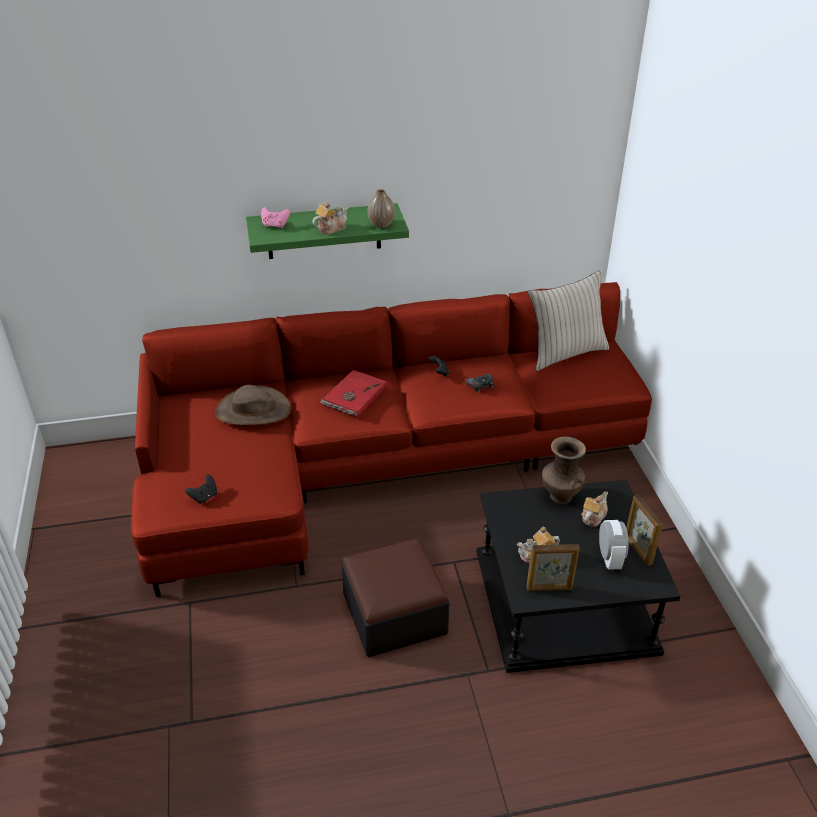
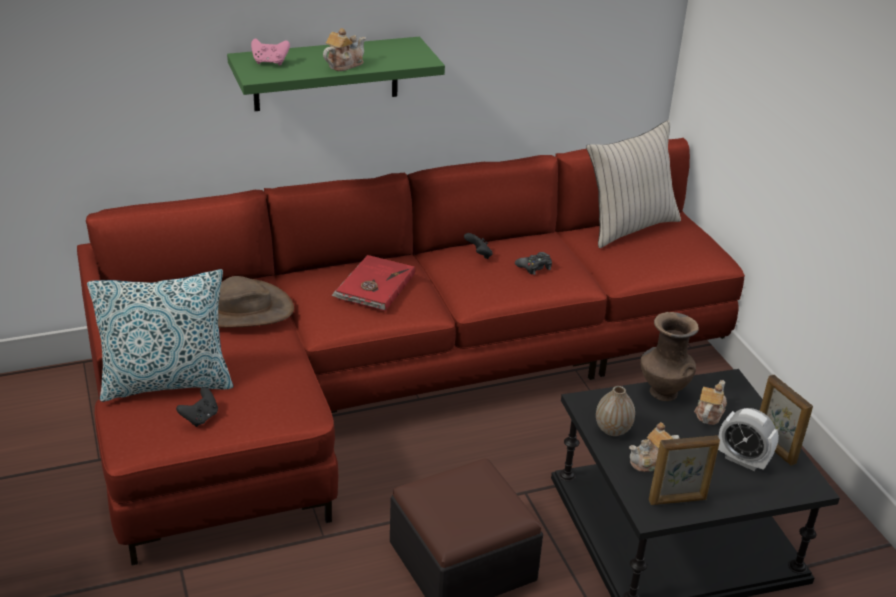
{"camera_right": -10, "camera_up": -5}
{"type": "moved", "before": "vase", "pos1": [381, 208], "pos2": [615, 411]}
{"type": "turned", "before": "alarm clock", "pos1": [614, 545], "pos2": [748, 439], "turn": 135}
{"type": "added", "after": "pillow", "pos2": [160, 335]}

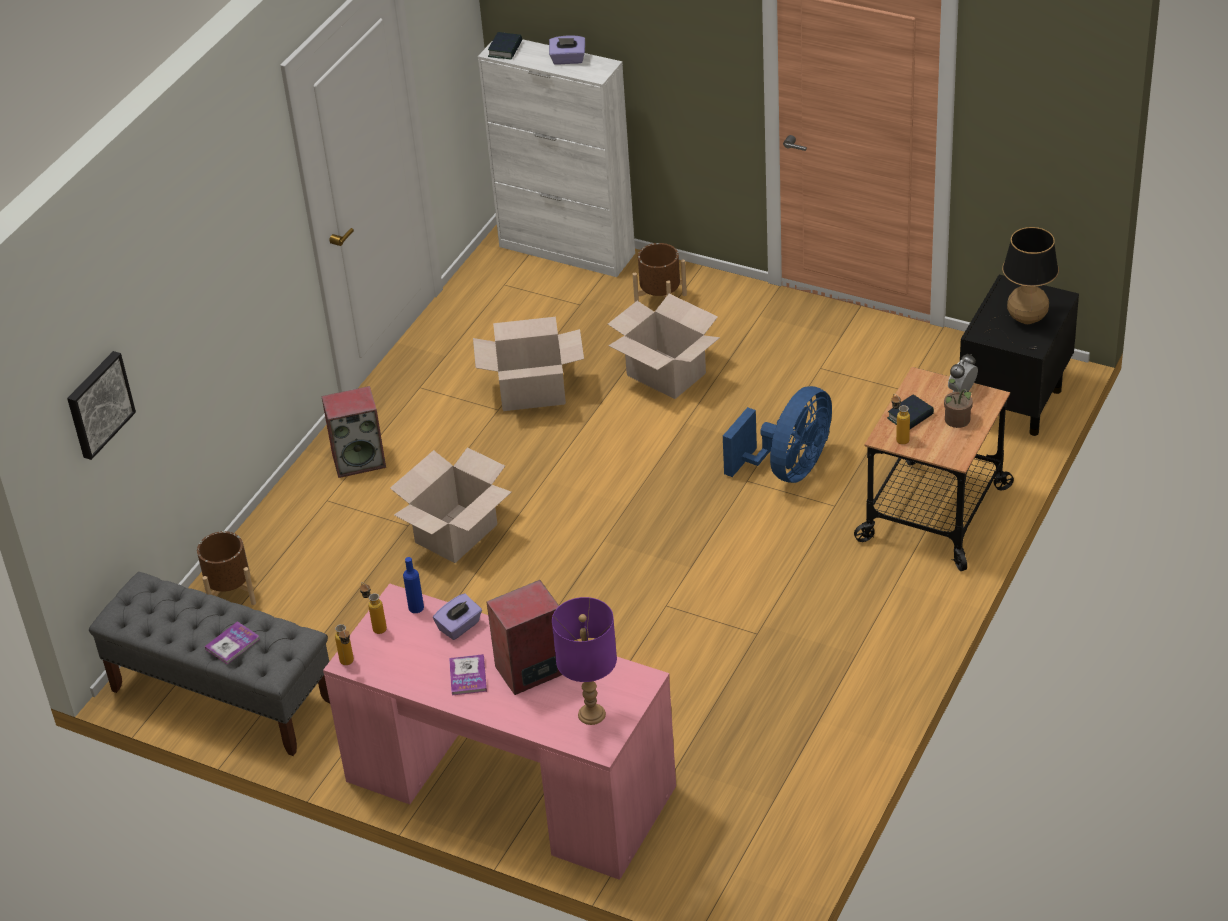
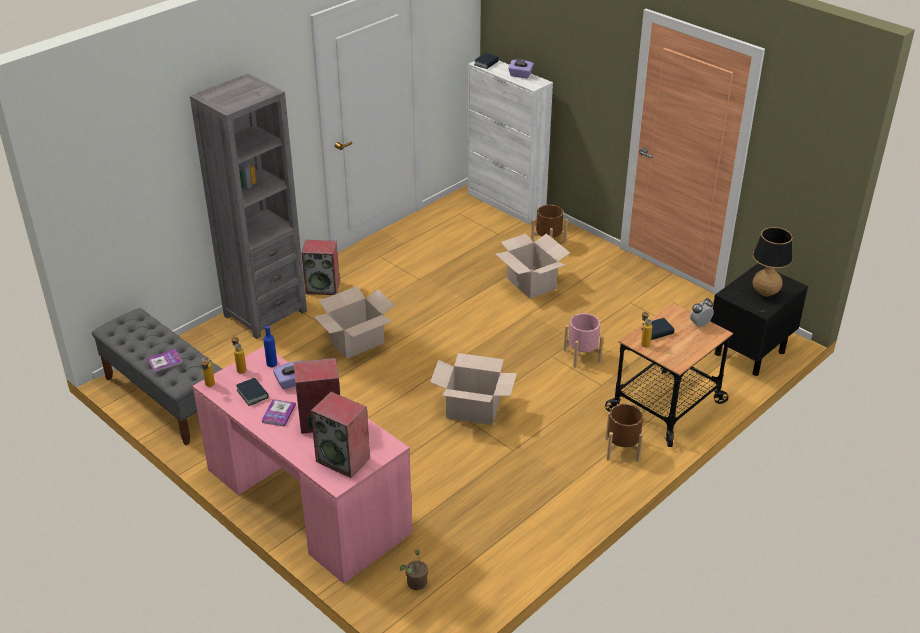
{"camera_right": 15, "camera_up": -5}
{"type": "removed", "before": "picture", "pos1": [101, 405]}
{"type": "moved", "before": "brown planter", "pos1": [226, 568], "pos2": [624, 433]}
{"type": "moved", "before": "cardboard box", "pos1": [528, 364], "pos2": [473, 389]}
{"type": "replaced", "before": "purple table lamp", "after": "speaker", "pos1": [584, 661], "pos2": [340, 435]}
{"type": "replaced", "before": "blue fan", "after": "pink planter", "pos1": [777, 434], "pos2": [584, 340]}
{"type": "moved", "before": "potted plant", "pos1": [958, 403], "pos2": [414, 570]}
{"type": "added", "after": "grey bookcase", "pos2": [248, 206]}
{"type": "added", "after": "book", "pos2": [252, 392]}

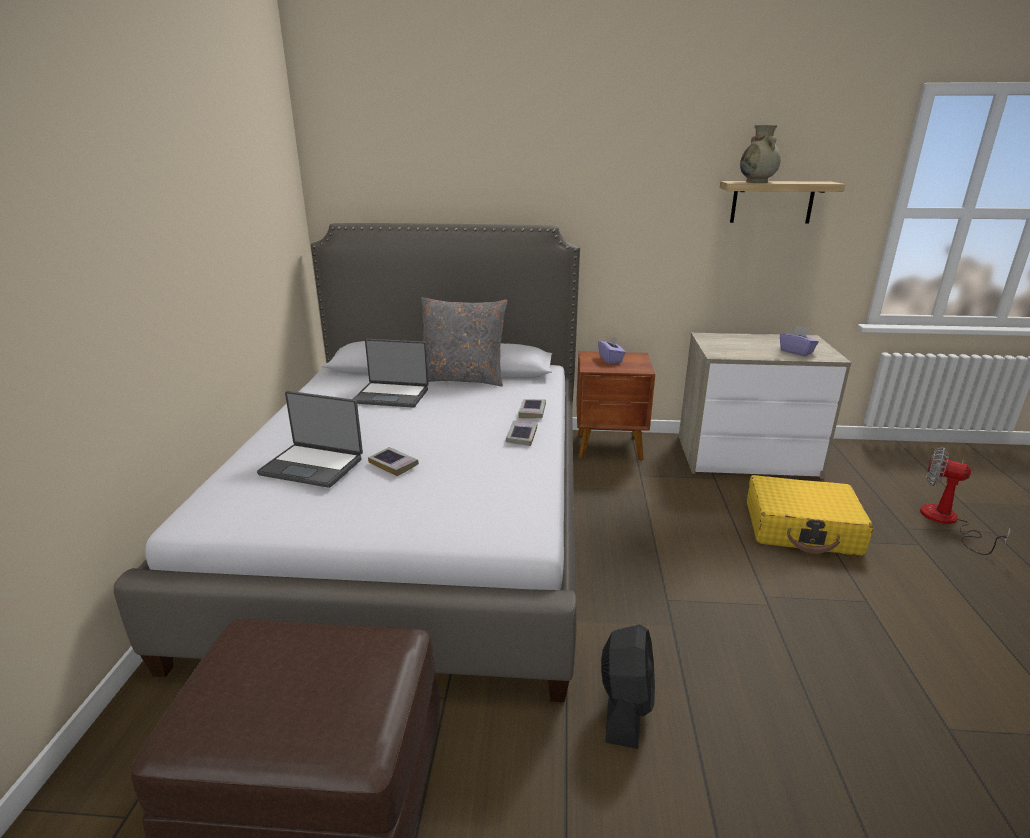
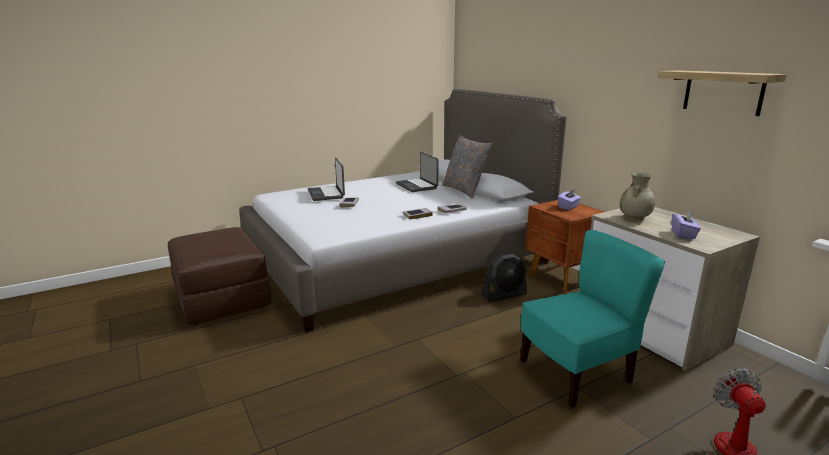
{"camera_right": 55, "camera_up": -5}
{"type": "moved", "before": "black fan", "pos1": [628, 686], "pos2": [504, 278]}
{"type": "moved", "before": "beige vase", "pos1": [760, 154], "pos2": [637, 197]}
{"type": "replaced", "before": "yellow suitcase", "after": "turquoise chair", "pos1": [810, 515], "pos2": [593, 319]}

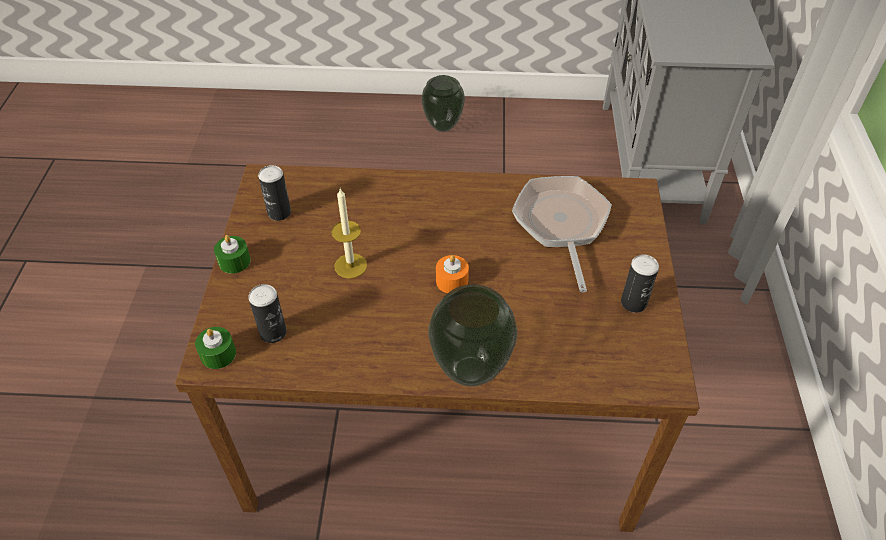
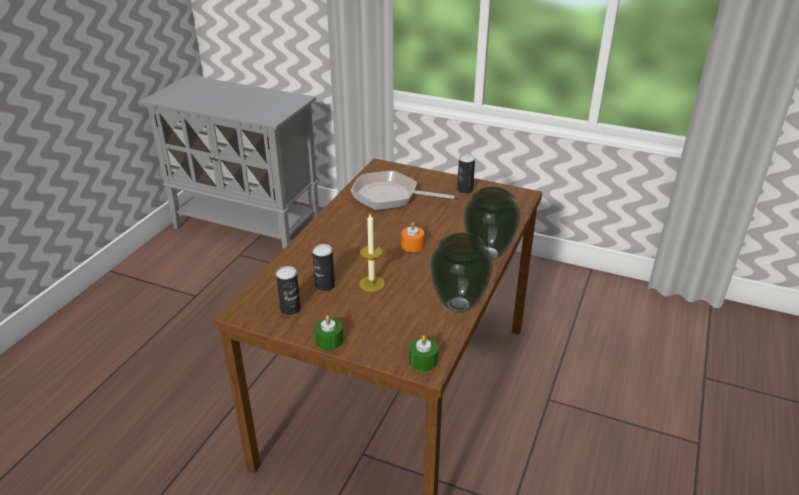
{"camera_right": -70, "camera_up": -15}
{"type": "moved", "before": "can", "pos1": [267, 313], "pos2": [323, 268]}
{"type": "moved", "before": "vase", "pos1": [443, 103], "pos2": [461, 273]}

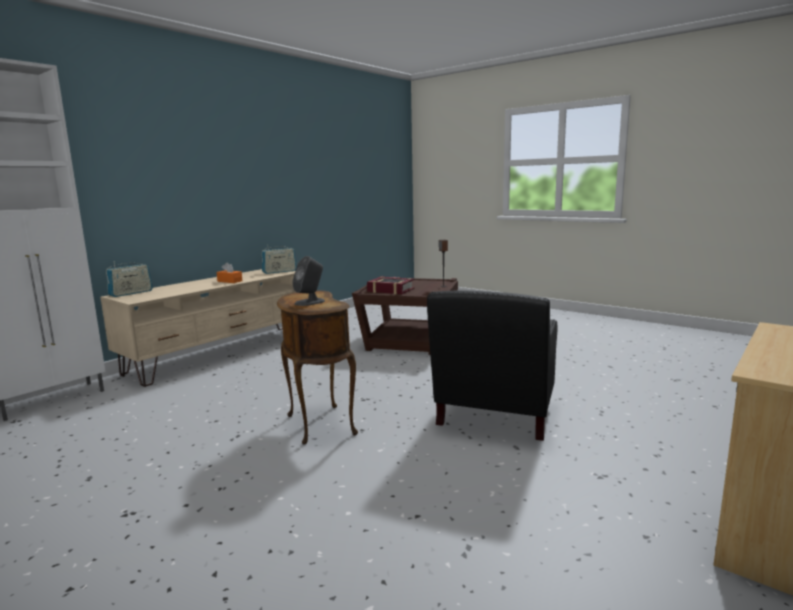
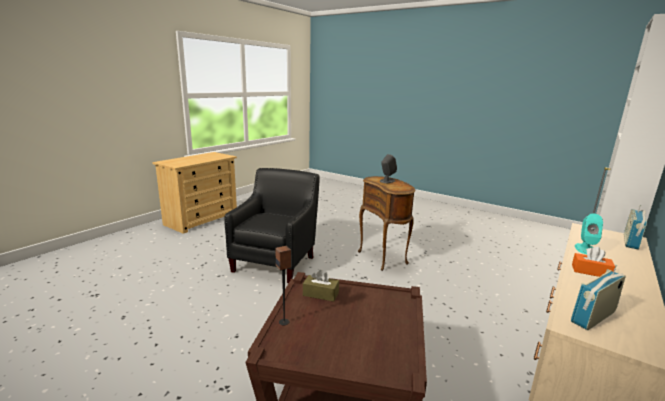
{"camera_right": 175, "camera_up": 5}
{"type": "removed", "before": "book", "pos1": [391, 285]}
{"type": "added", "after": "brown tissue box", "pos2": [321, 286]}
{"type": "added", "after": "turquoise speaker", "pos2": [589, 233]}

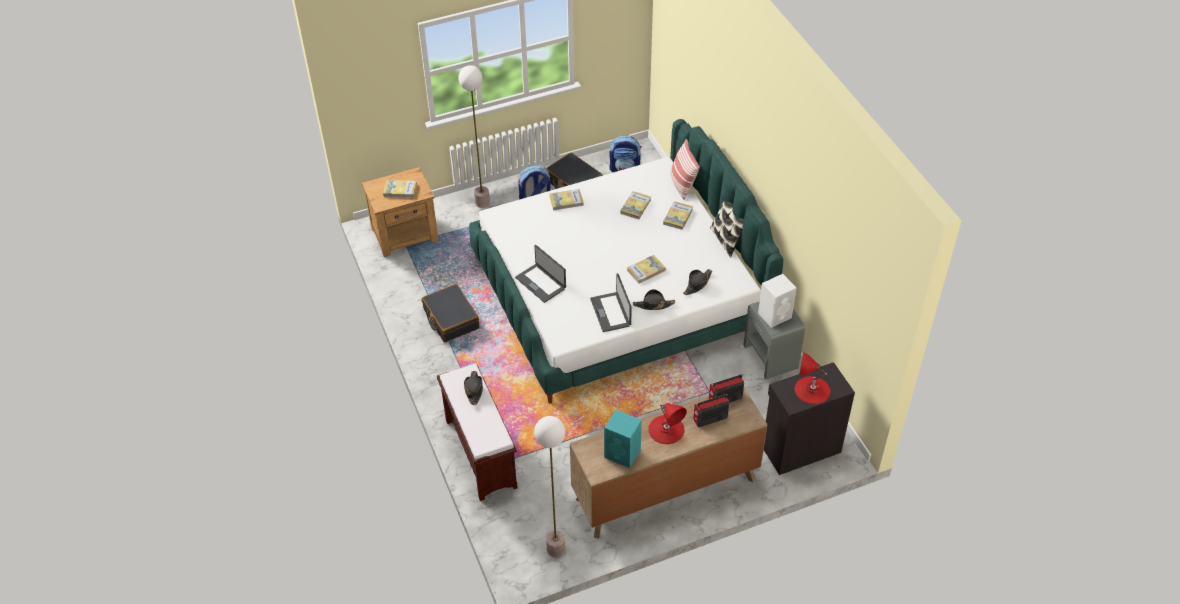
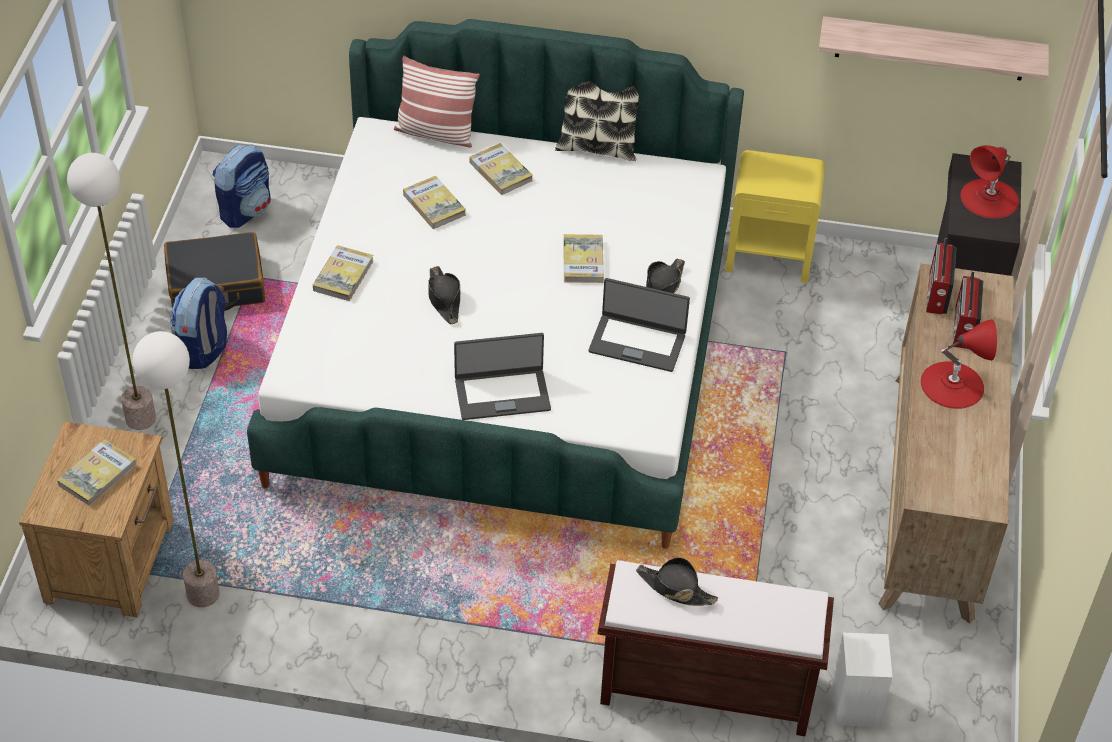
{"camera_right": -60, "camera_up": 0}
{"type": "removed", "before": "black suitcase", "pos1": [451, 313]}
{"type": "moved", "before": "floor lamp", "pos1": [549, 486], "pos2": [176, 469]}
{"type": "removed", "before": "turquoise speaker", "pos1": [623, 439]}
{"type": "moved", "before": "black hat", "pos1": [697, 282], "pos2": [444, 295]}
{"type": "recoloured", "before": "grey nightstand", "after": "yellow nightstand", "pos1": [774, 340], "pos2": [775, 216]}
{"type": "moved", "before": "white speaker", "pos1": [777, 301], "pos2": [862, 680]}
{"type": "added", "after": "shelf", "pos2": [934, 48]}

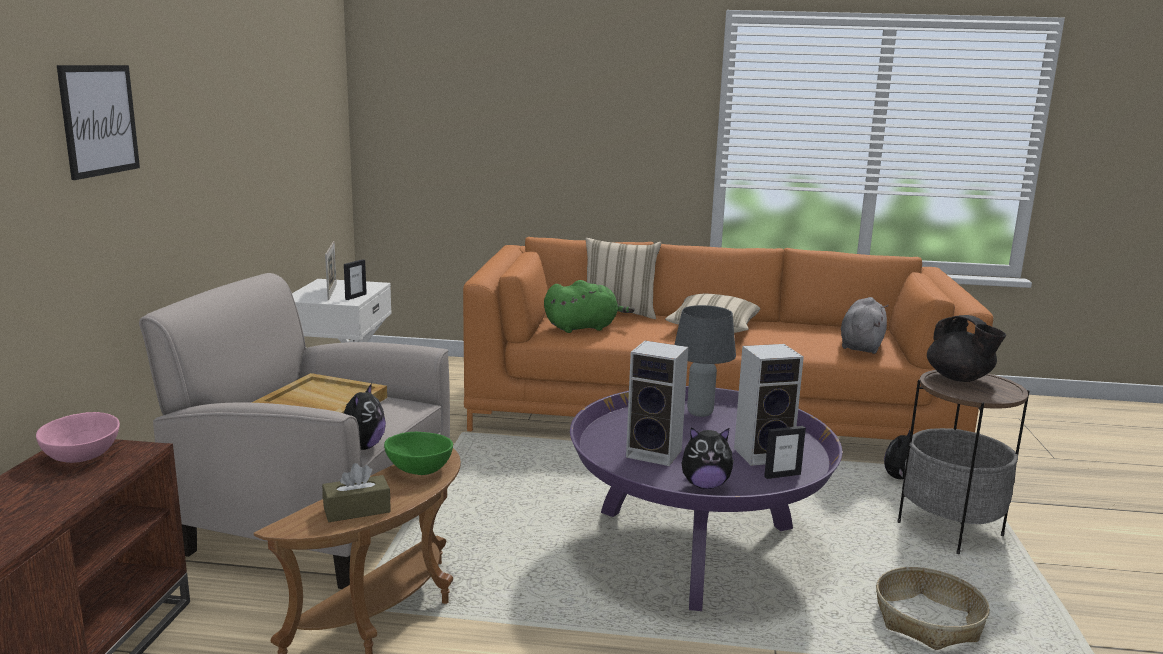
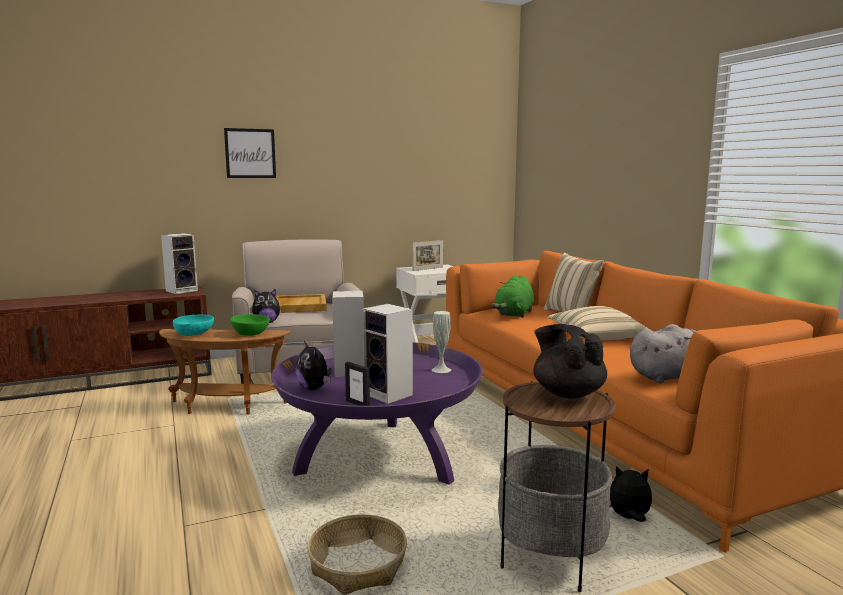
{"camera_right": 60, "camera_up": -5}
{"type": "replaced", "before": "pink bowl", "after": "speaker", "pos1": [78, 437], "pos2": [179, 263]}
{"type": "replaced", "before": "brown tissue box", "after": "turquoise bowl", "pos1": [356, 492], "pos2": [193, 325]}
{"type": "removed", "before": "picture frame", "pos1": [355, 279]}
{"type": "turned", "before": "green plush toy", "pos1": [589, 306], "pos2": [512, 296], "turn": 75}
{"type": "replaced", "before": "grey table lamp", "after": "white vase", "pos1": [705, 361], "pos2": [441, 342]}
{"type": "turned", "before": "black teapot", "pos1": [966, 348], "pos2": [570, 361], "turn": 120}

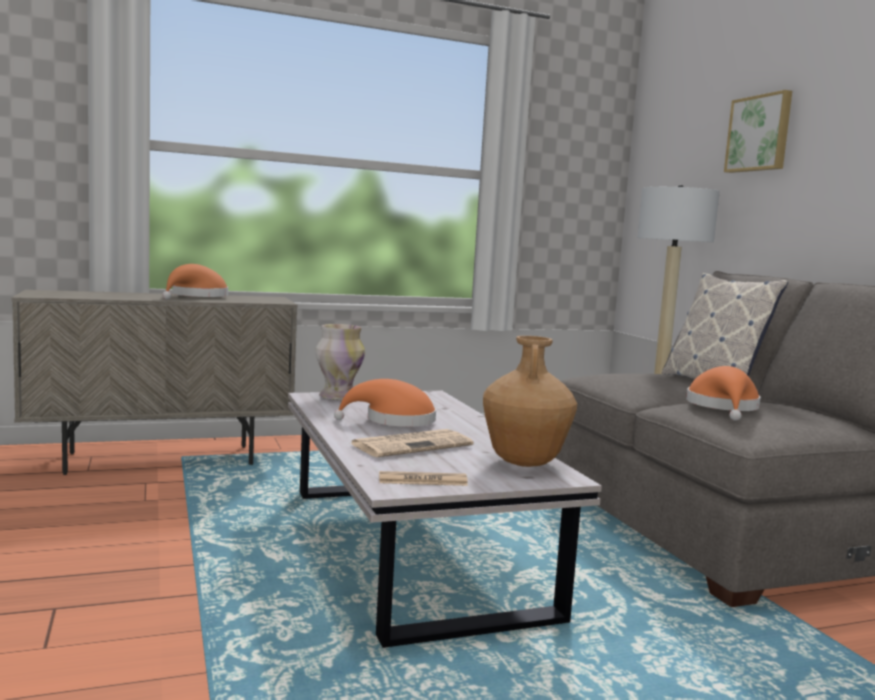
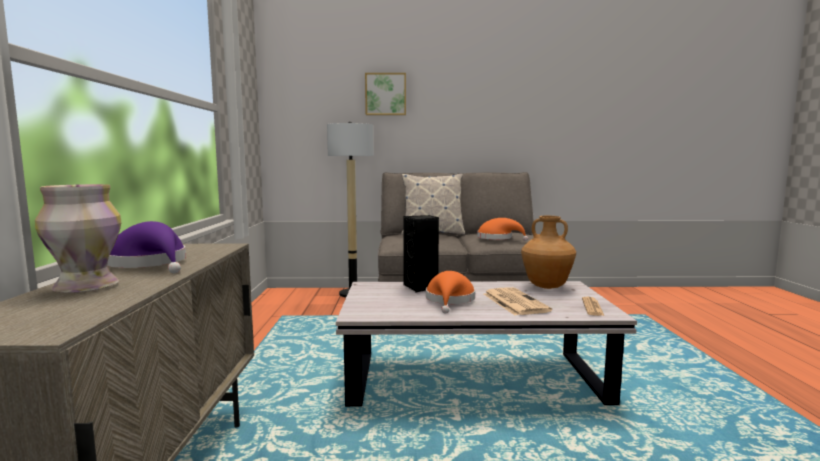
{"camera_right": -70, "camera_up": 0}
{"type": "recoloured", "before": "orange hat", "after": "purple hat", "pos1": [195, 282], "pos2": [146, 247]}
{"type": "moved", "before": "vase", "pos1": [340, 362], "pos2": [78, 238]}
{"type": "added", "after": "black speaker", "pos2": [421, 253]}

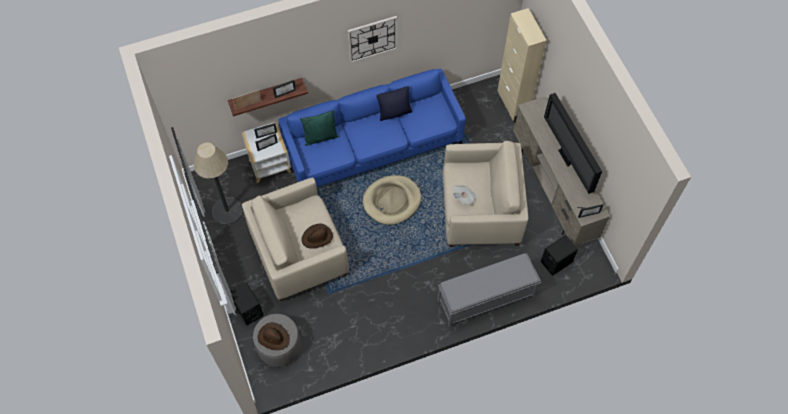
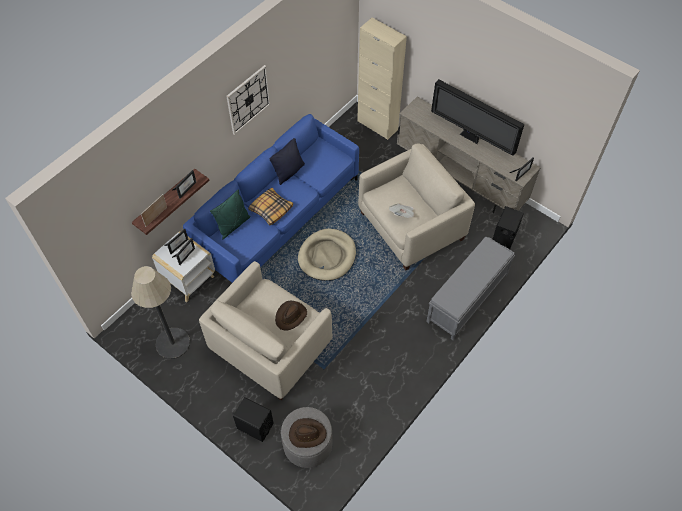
{"camera_right": -30, "camera_up": -5}
{"type": "added", "after": "pillow", "pos2": [270, 207]}

